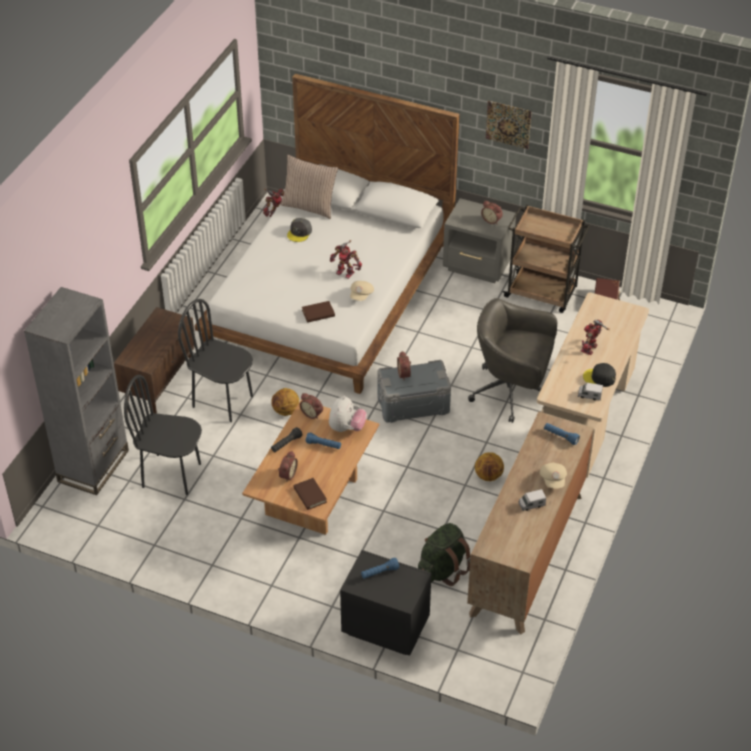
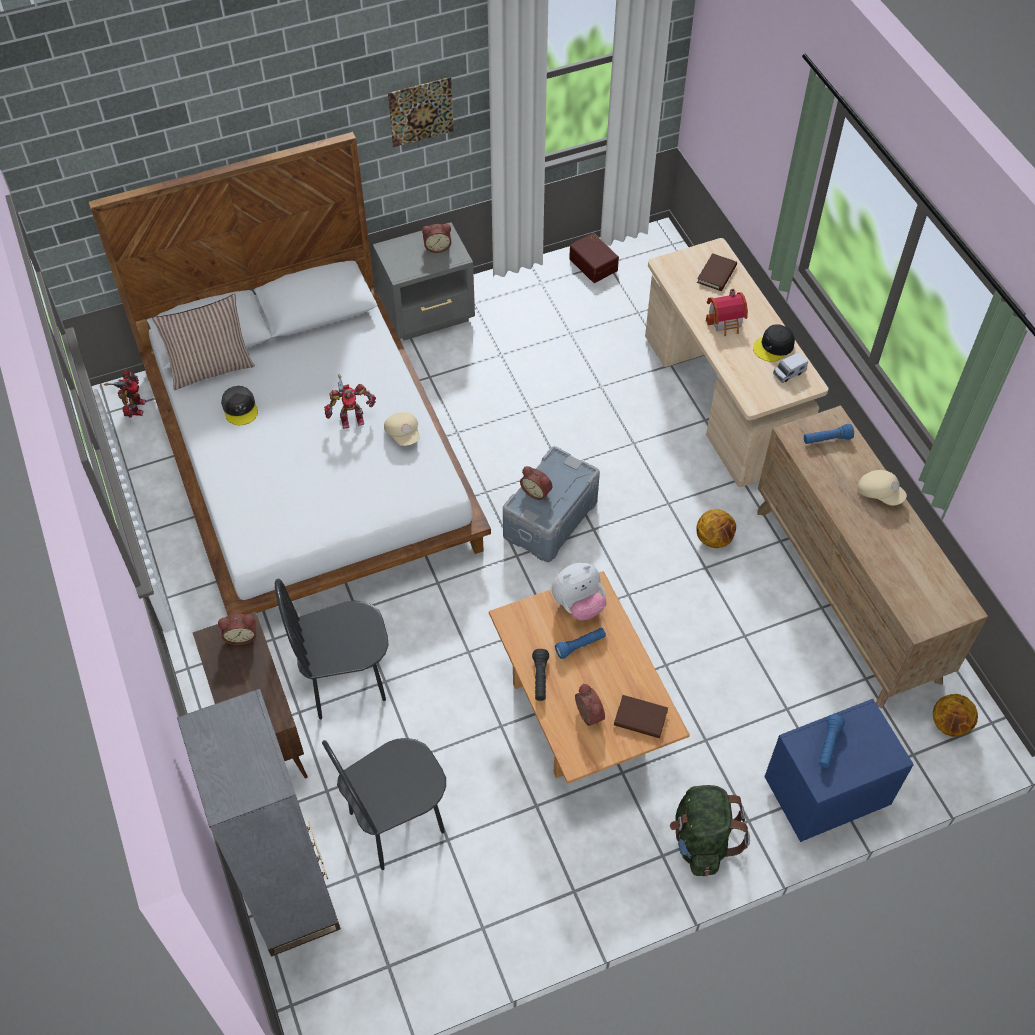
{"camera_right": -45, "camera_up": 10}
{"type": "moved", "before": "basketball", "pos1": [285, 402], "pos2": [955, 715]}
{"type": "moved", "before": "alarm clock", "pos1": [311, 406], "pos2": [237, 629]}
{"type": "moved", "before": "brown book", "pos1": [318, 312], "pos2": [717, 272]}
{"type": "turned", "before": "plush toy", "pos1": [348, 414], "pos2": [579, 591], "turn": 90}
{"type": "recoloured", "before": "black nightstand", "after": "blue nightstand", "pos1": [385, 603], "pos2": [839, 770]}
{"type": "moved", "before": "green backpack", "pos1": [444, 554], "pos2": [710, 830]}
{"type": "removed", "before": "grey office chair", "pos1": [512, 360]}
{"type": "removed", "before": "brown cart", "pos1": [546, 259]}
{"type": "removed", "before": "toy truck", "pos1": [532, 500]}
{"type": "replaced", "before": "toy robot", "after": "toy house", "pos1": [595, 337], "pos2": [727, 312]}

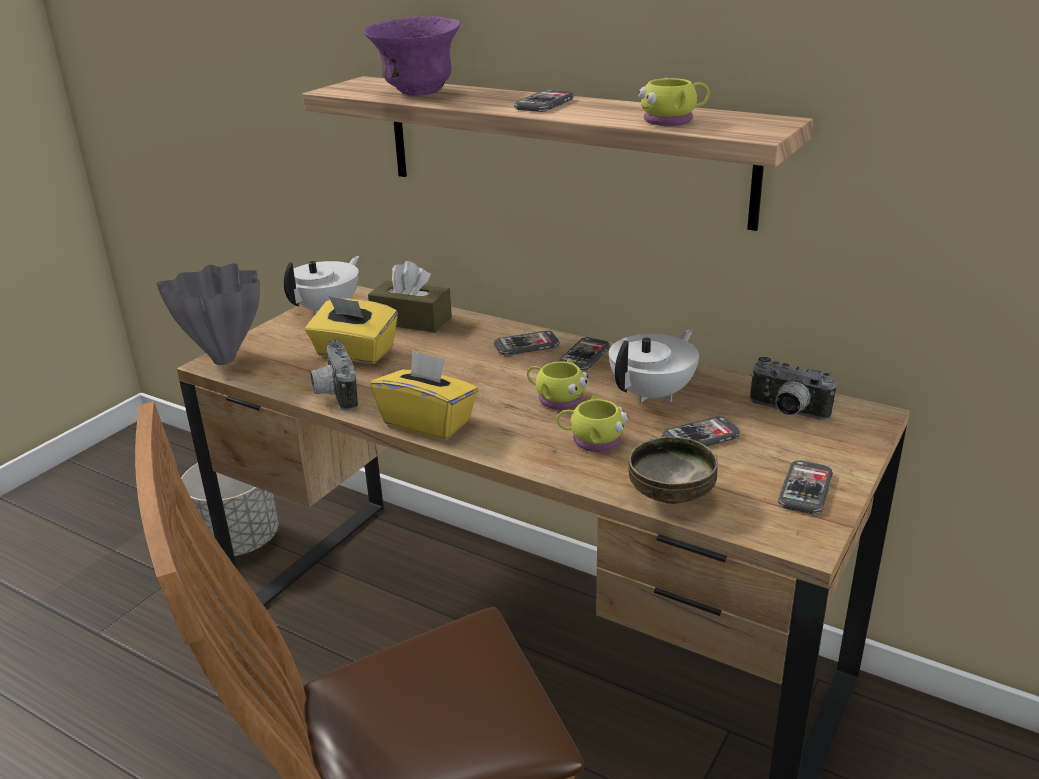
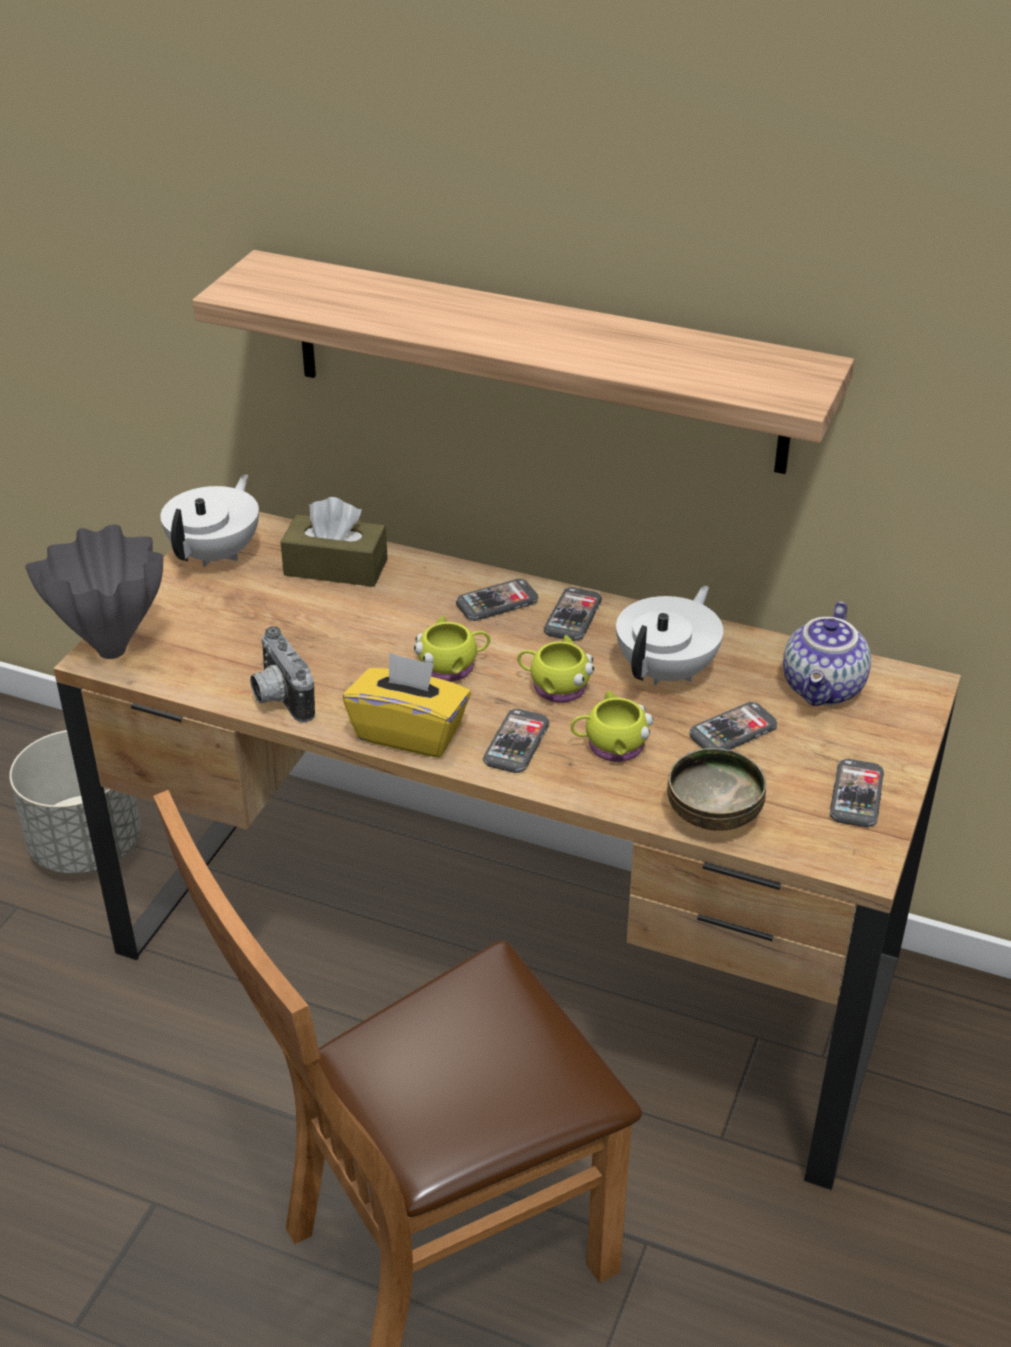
{"camera_right": -10, "camera_up": 10}
{"type": "removed", "before": "yellow tissue box", "pos1": [351, 330]}
{"type": "removed", "before": "purple bowl", "pos1": [412, 56]}
{"type": "moved", "before": "phone", "pos1": [544, 101], "pos2": [516, 741]}
{"type": "moved", "before": "yellow mug", "pos1": [674, 101], "pos2": [452, 649]}
{"type": "replaced", "before": "photo camera", "after": "teapot", "pos1": [793, 388], "pos2": [827, 653]}

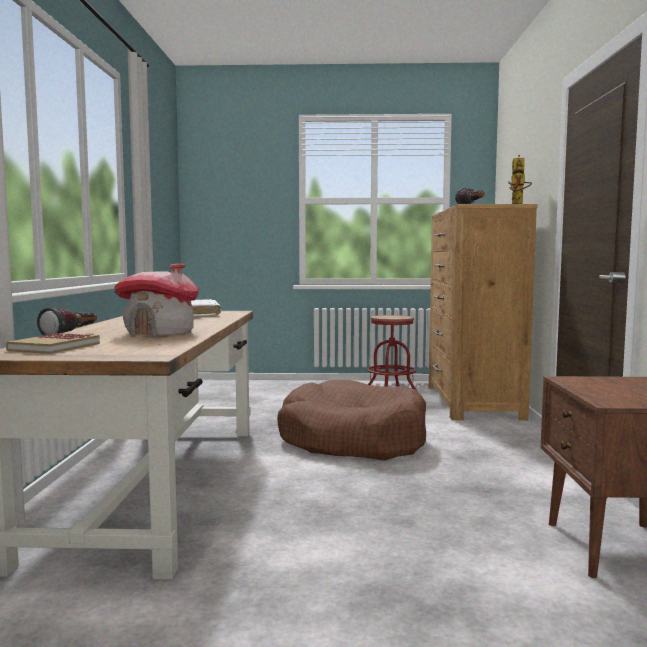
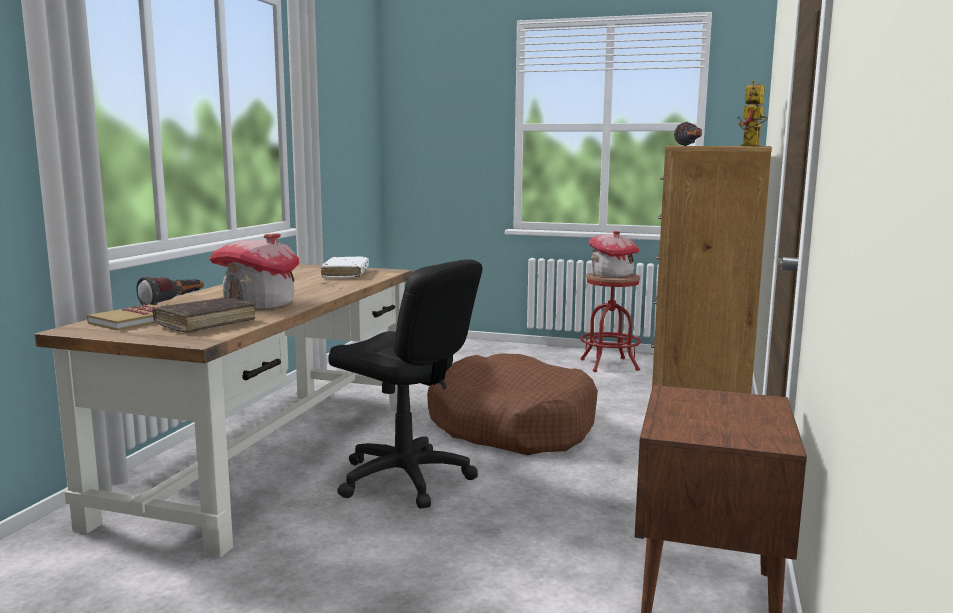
{"camera_right": 15, "camera_up": 5}
{"type": "added", "after": "brown book", "pos2": [203, 315]}
{"type": "added", "after": "black office chair", "pos2": [405, 384]}
{"type": "added", "after": "toy house", "pos2": [613, 254]}

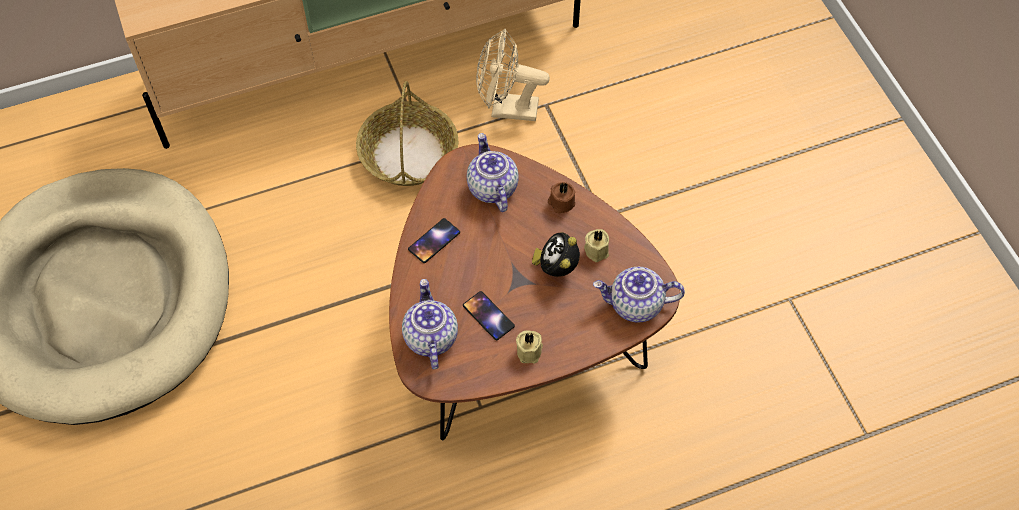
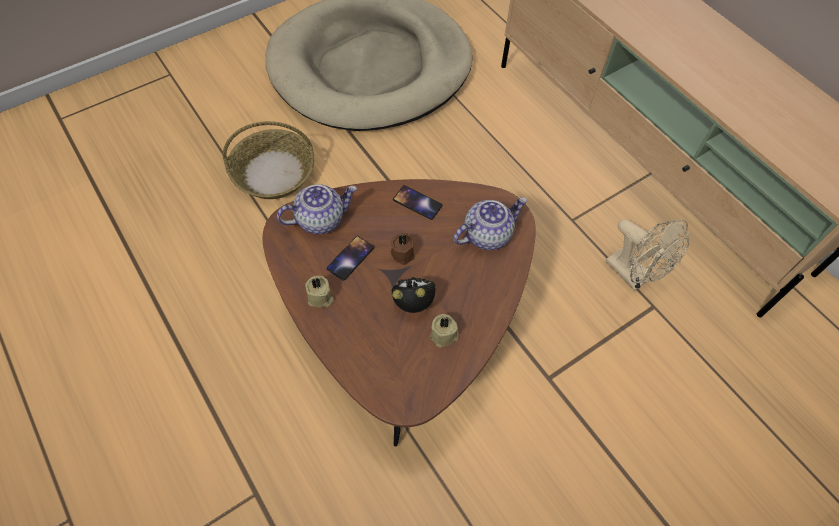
{"camera_right": 75, "camera_up": 0}
{"type": "moved", "before": "basket", "pos1": [407, 133], "pos2": [268, 160]}
{"type": "turned", "before": "beige fan", "pos1": [513, 75], "pos2": [647, 255], "turn": 150}
{"type": "moved", "before": "brown candle", "pos1": [562, 197], "pos2": [403, 249]}
{"type": "removed", "before": "teapot", "pos1": [639, 294]}

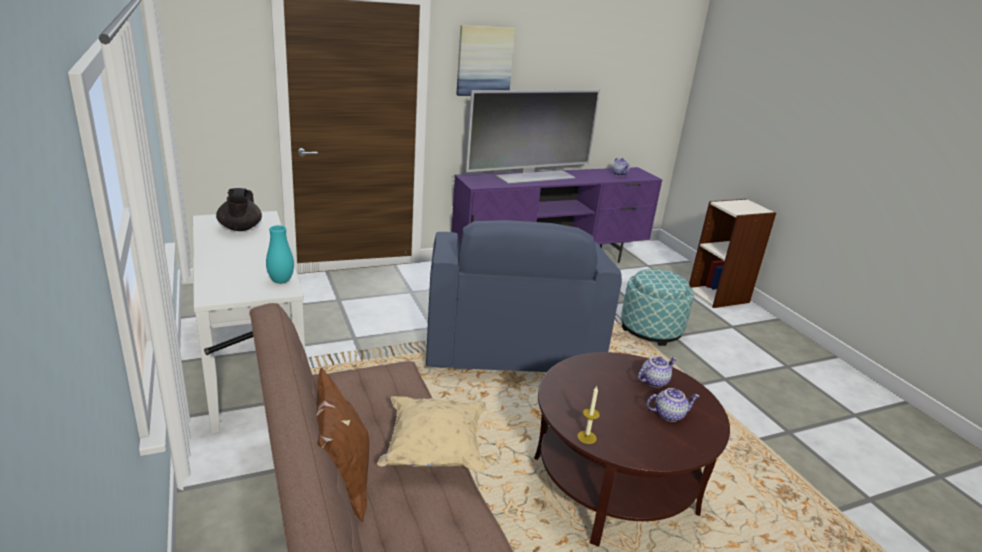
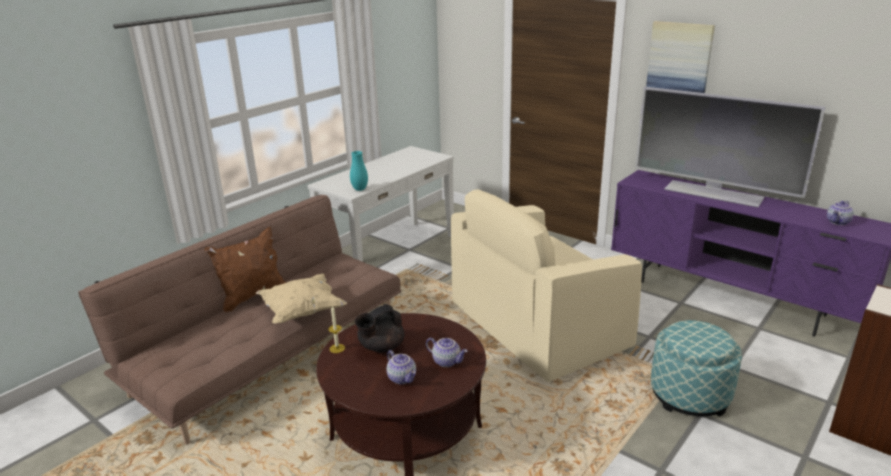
{"camera_right": 65, "camera_up": 0}
{"type": "moved", "before": "black teapot", "pos1": [239, 209], "pos2": [379, 328]}
{"type": "recoloured", "before": "blue armchair", "after": "beige armchair", "pos1": [524, 296], "pos2": [546, 285]}

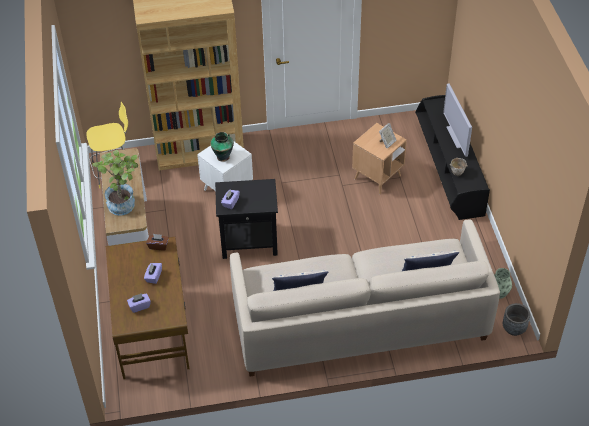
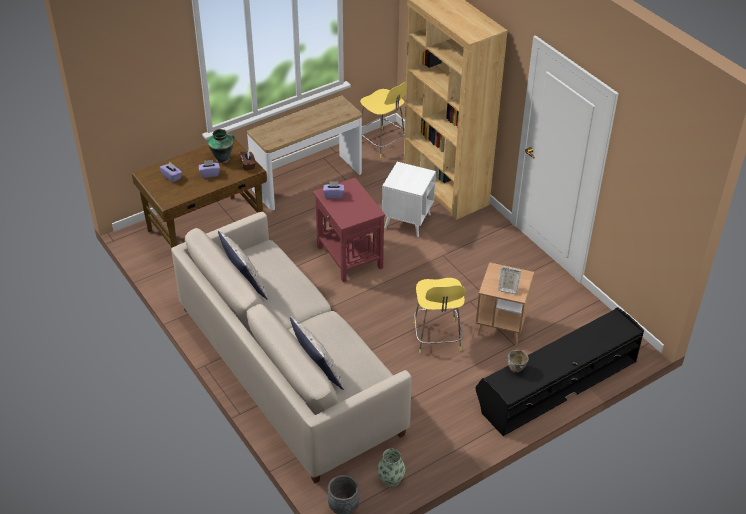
{"camera_right": 65, "camera_up": -5}
{"type": "removed", "before": "potted plant", "pos1": [115, 182]}
{"type": "moved", "before": "vase", "pos1": [222, 147], "pos2": [221, 146]}
{"type": "recoloured", "before": "black side table", "after": "red side table", "pos1": [246, 219], "pos2": [349, 230]}
{"type": "removed", "before": "television", "pos1": [457, 120]}
{"type": "added", "after": "yellow stool", "pos2": [439, 316]}

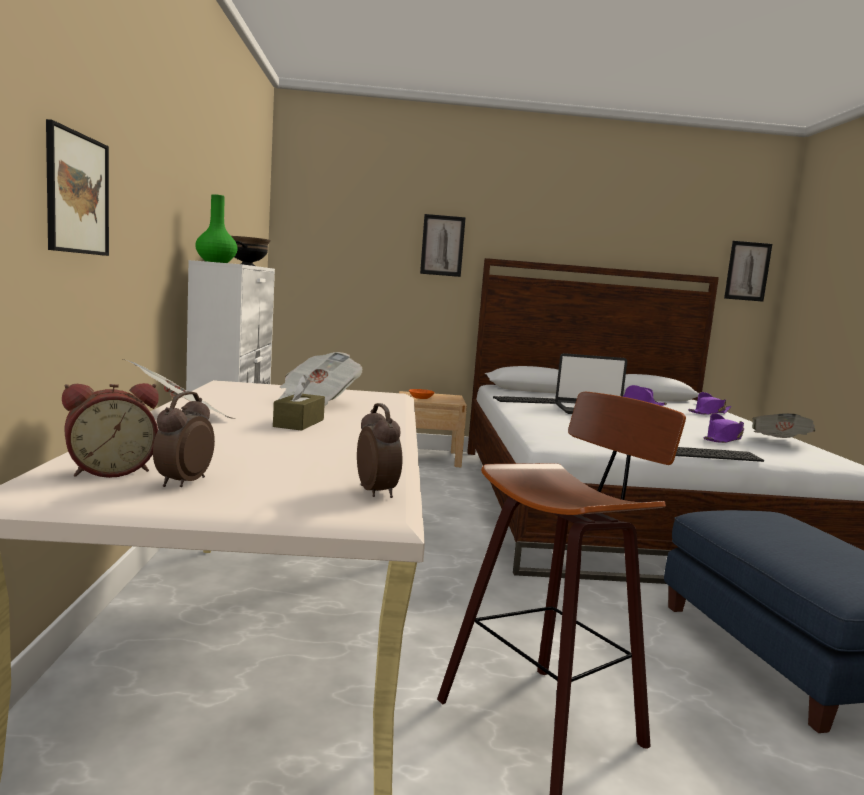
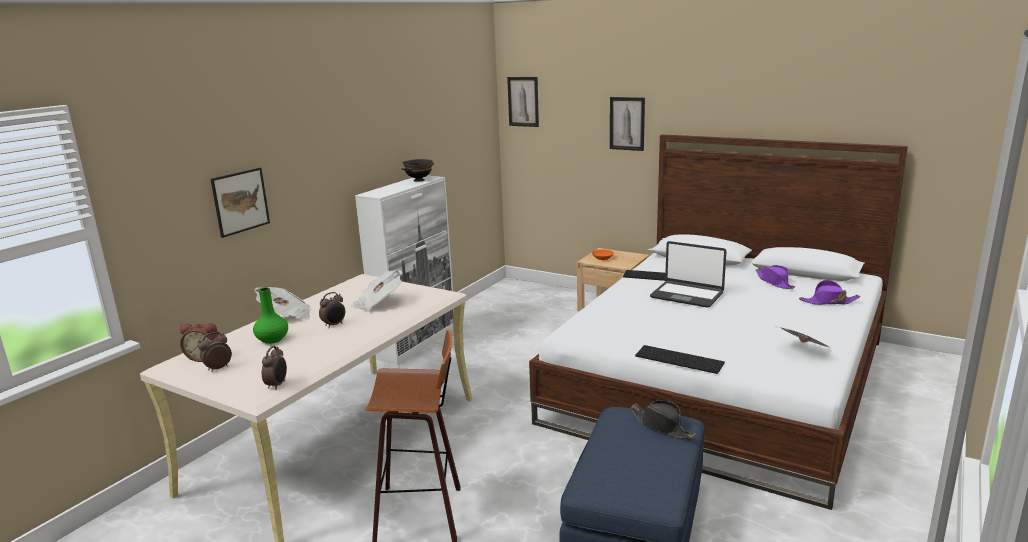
{"camera_right": 35, "camera_up": 10}
{"type": "moved", "before": "green vase", "pos1": [216, 228], "pos2": [270, 316]}
{"type": "replaced", "before": "brown tissue box", "after": "alarm clock", "pos1": [299, 403], "pos2": [332, 310]}
{"type": "removed", "before": "purple hat", "pos1": [723, 428]}
{"type": "moved", "before": "picture", "pos1": [748, 271], "pos2": [523, 102]}
{"type": "added", "after": "black hat", "pos2": [663, 419]}

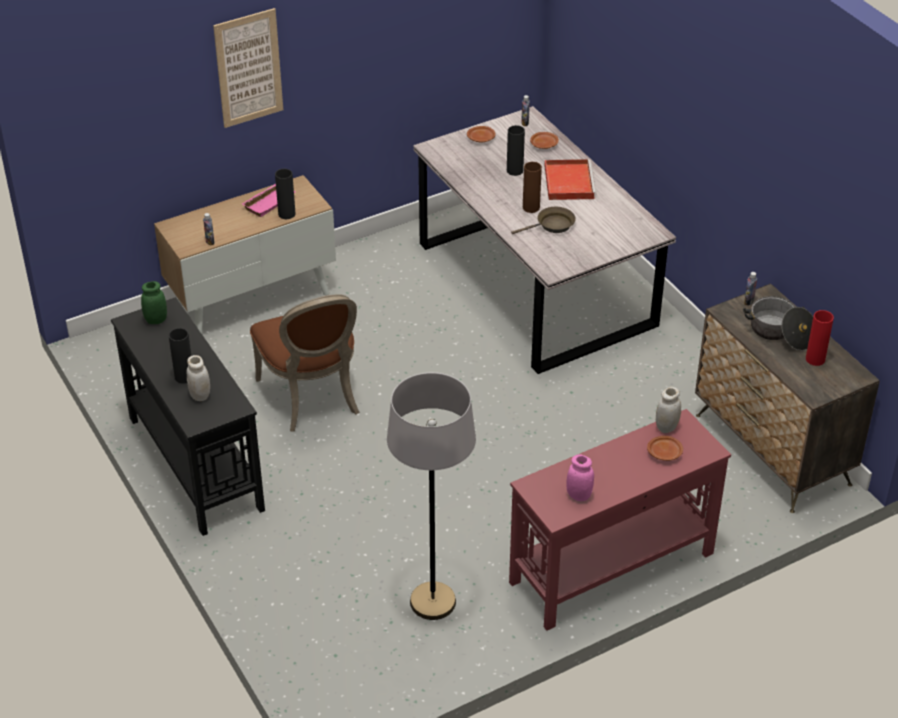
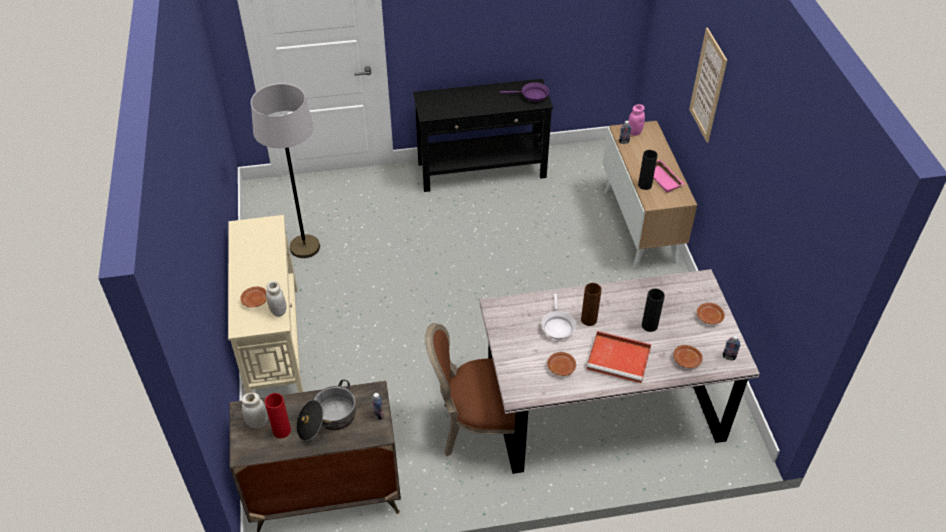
{"camera_right": 110, "camera_up": 5}
{"type": "replaced", "before": "green jar", "after": "purple frying pan", "pos1": [154, 302], "pos2": [524, 92]}
{"type": "removed", "before": "black vase", "pos1": [180, 356]}
{"type": "moved", "before": "white jar", "pos1": [198, 378], "pos2": [254, 410]}
{"type": "moved", "before": "brown chair", "pos1": [304, 363], "pos2": [470, 390]}
{"type": "recoloured", "before": "red console table", "after": "beige console table", "pos1": [620, 520], "pos2": [266, 304]}
{"type": "recoloured", "before": "brown frying pan", "after": "white frying pan", "pos1": [543, 220], "pos2": [558, 316]}
{"type": "moved", "before": "pink jar", "pos1": [580, 477], "pos2": [636, 120]}
{"type": "added", "after": "brown plate", "pos2": [561, 364]}

